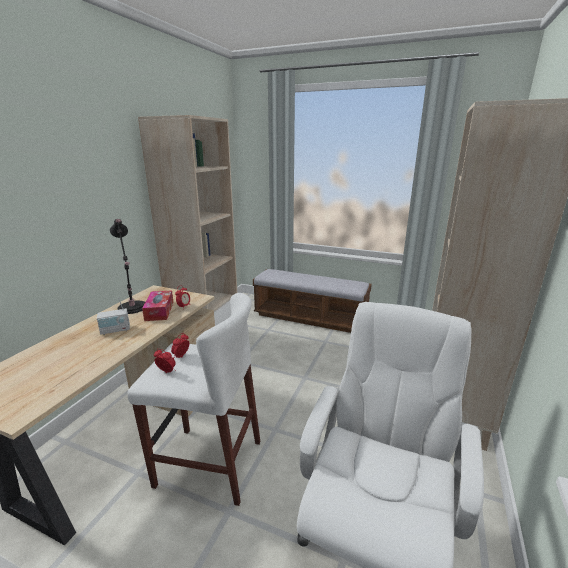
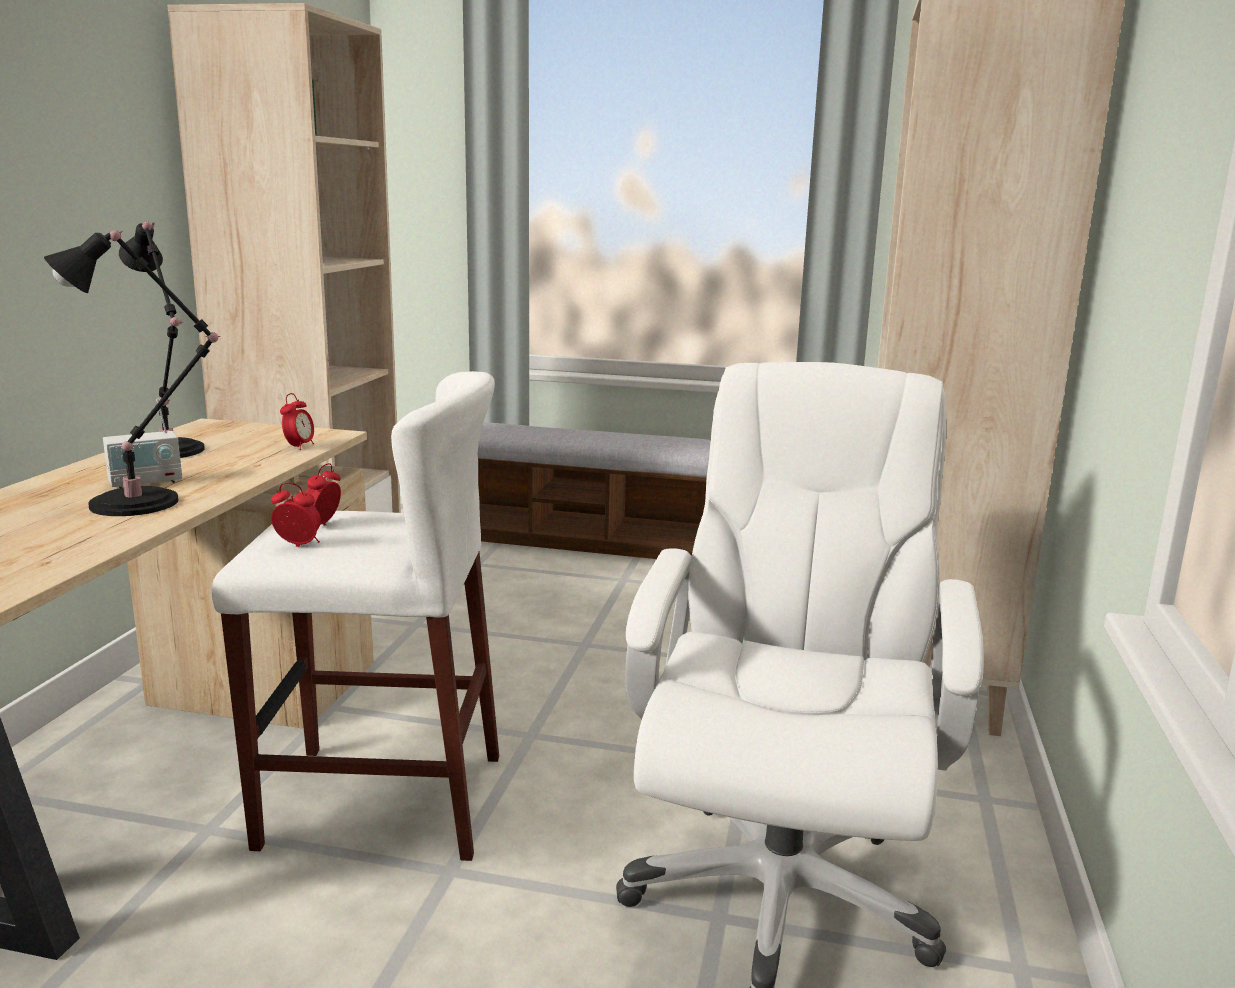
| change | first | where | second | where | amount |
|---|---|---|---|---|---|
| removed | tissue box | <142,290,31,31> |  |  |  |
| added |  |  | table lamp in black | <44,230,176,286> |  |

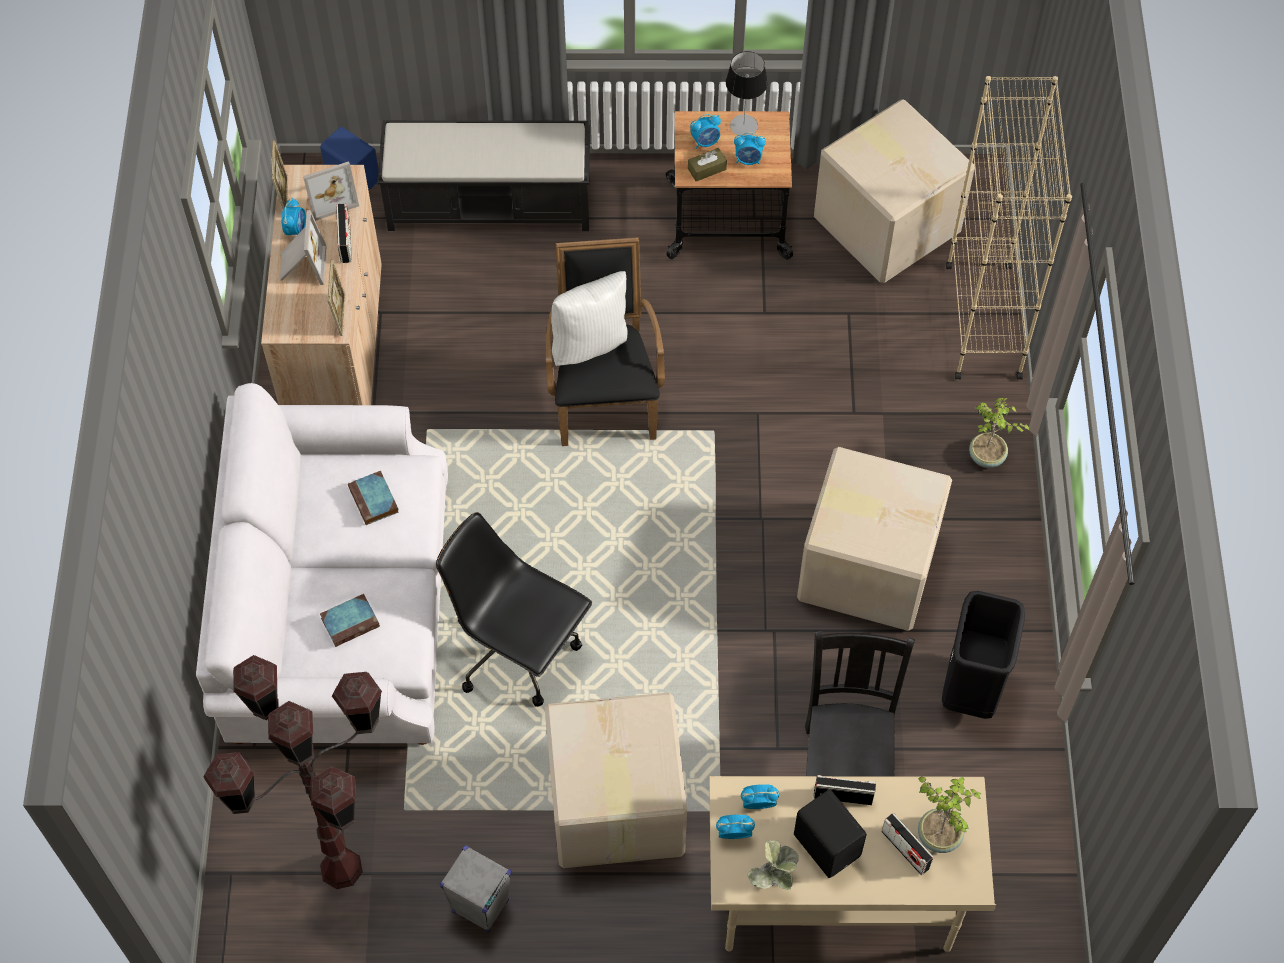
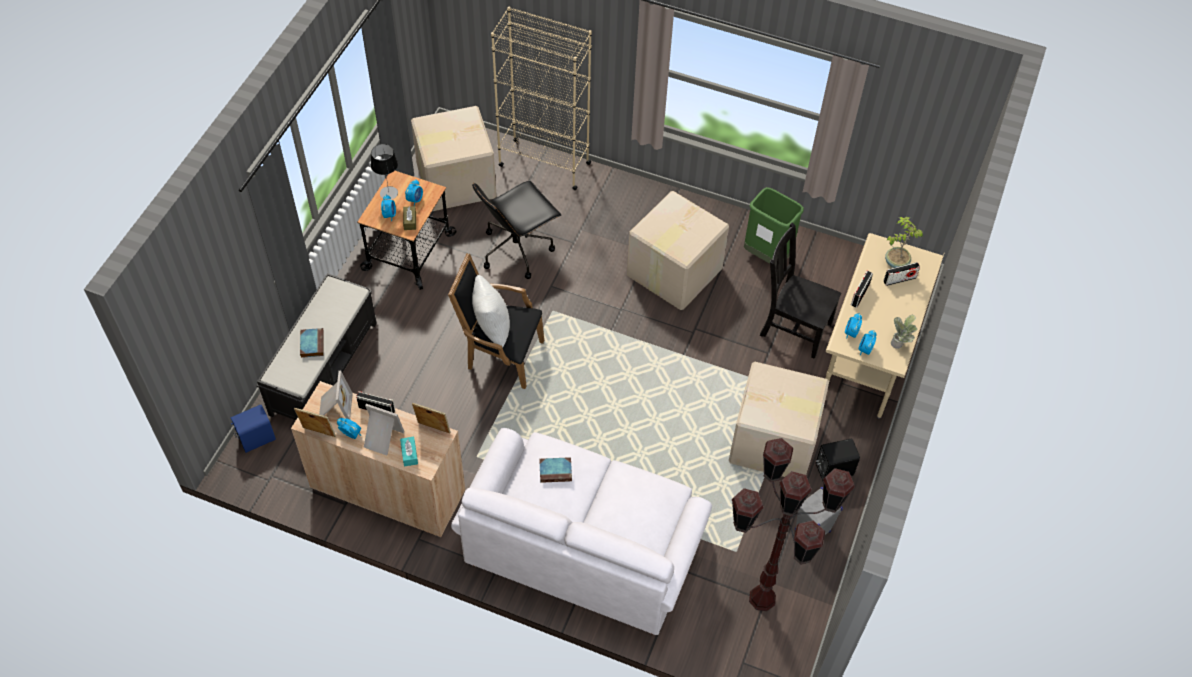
| change | first | where | second | where | amount |
|---|---|---|---|---|---|
| removed | potted plant | <969,398,60,70> |  |  |  |
| moved | office chair in black | <436,512,156,195> |  | <472,181,89,98> |  |
| recoloured | trash can in black | <942,591,83,128> | trash can in green | <744,187,60,77> |  |
| moved | book | <320,594,60,53> |  | <300,328,24,30> |  |
| moved | speaker in black | <794,789,73,89> |  | <816,438,44,43> |  |
| added |  |  | tissue box in turquoise | <400,437,18,30> |  |

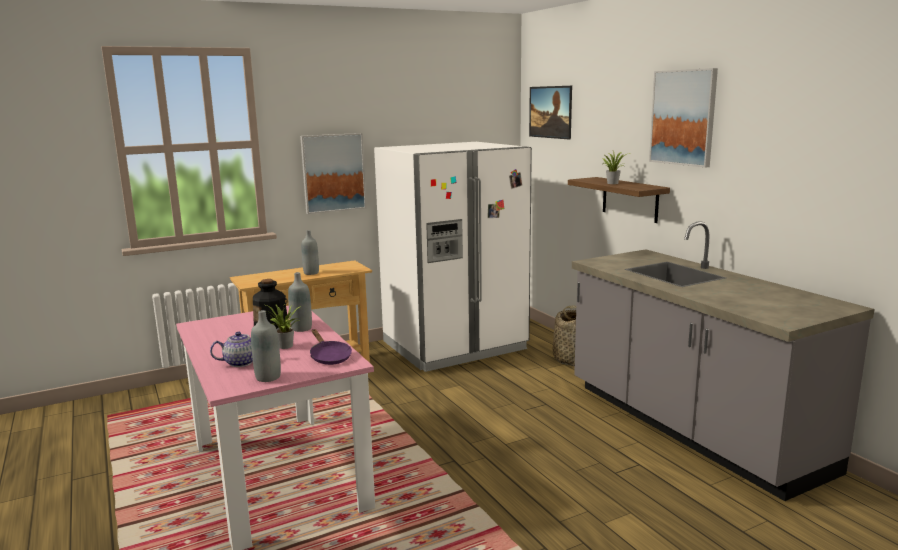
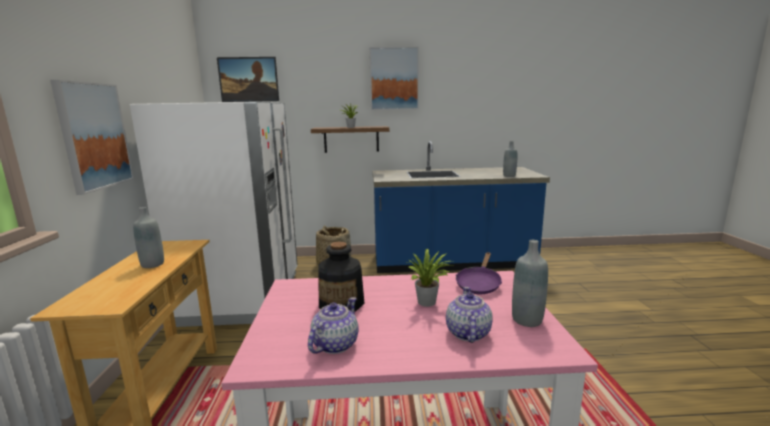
| change | first | where | second | where | amount |
|---|---|---|---|---|---|
| recoloured | counter in grey | <572,221,302,280> | counter in blue | <373,141,177,132> |  |
| moved | bottle in grey | <288,272,24,60> |  | <503,141,14,36> |  |
| turned | frying pan in purple | <310,329,42,36> |  | <456,252,46,42> | 120 degrees clockwise |
| added |  |  | teapot | <308,297,51,57> |  |

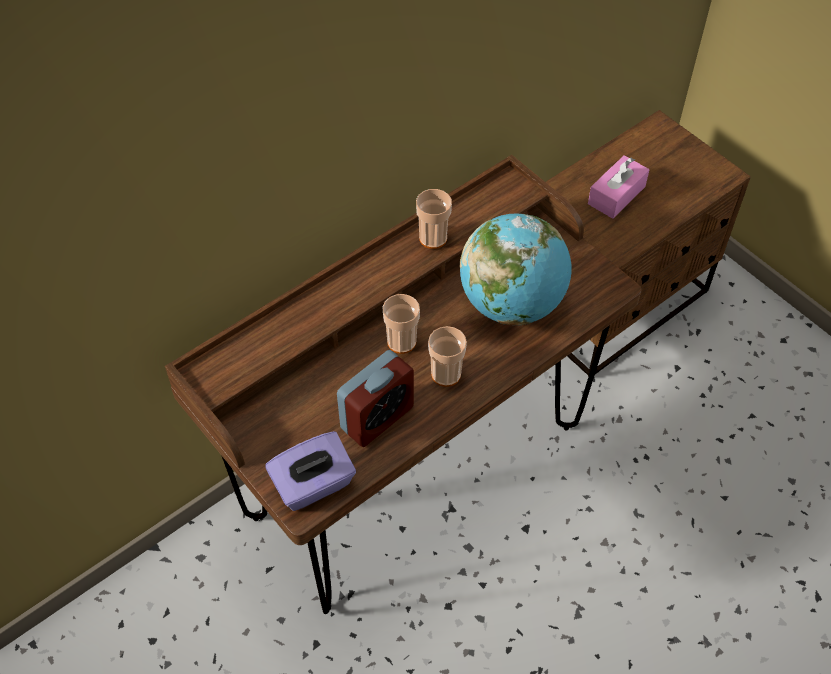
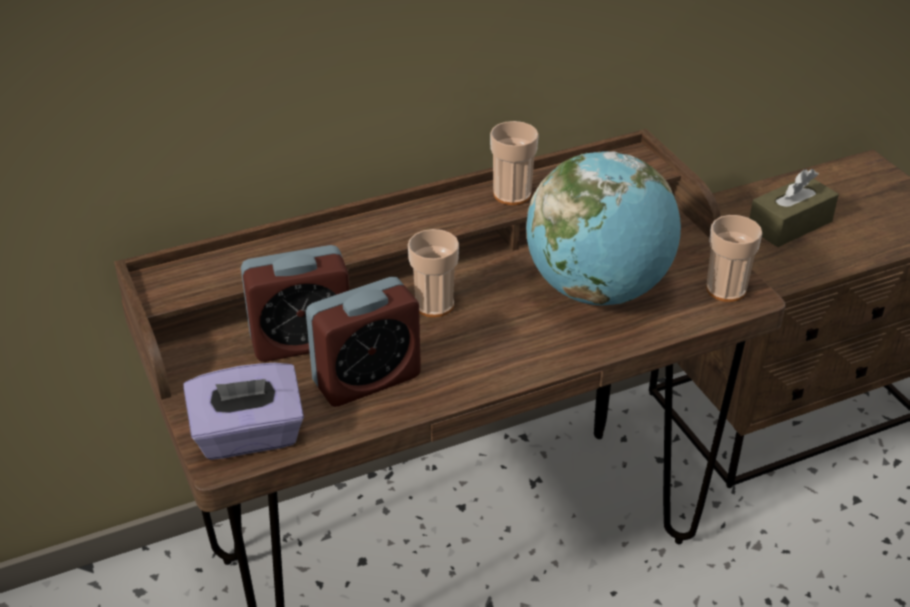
| change | first | where | second | where | amount |
|---|---|---|---|---|---|
| recoloured | tissue box in pink | <588,155,61,64> | tissue box in brown | <750,169,89,78> |  |
| moved | cup | <428,326,39,61> |  | <706,215,56,87> |  |
| added |  |  | alarm clock | <241,245,108,117> |  |

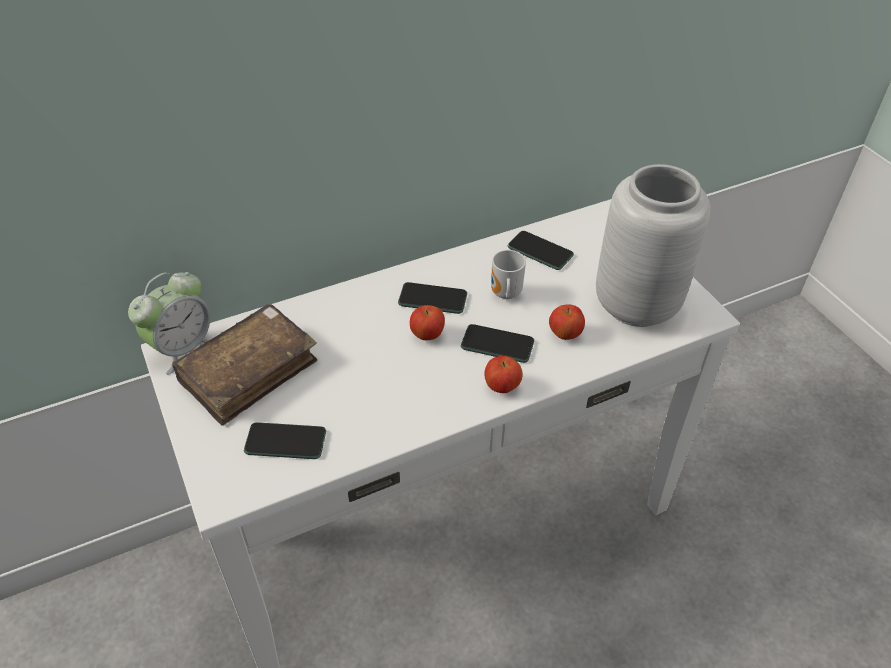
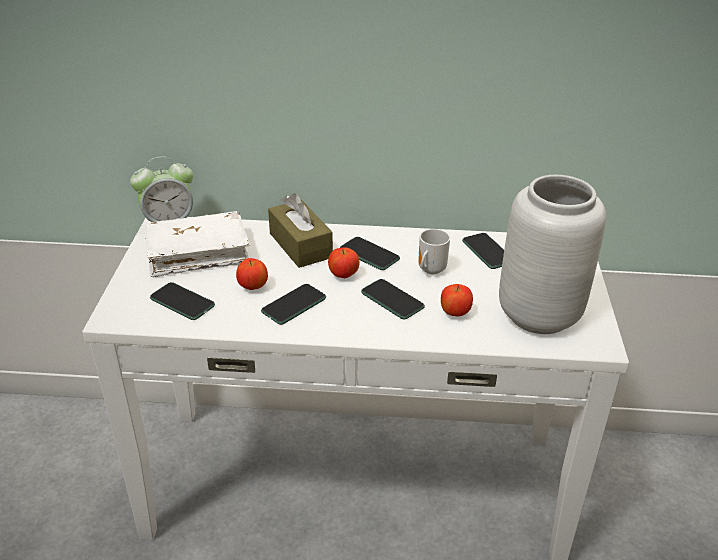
| change | first | where | second | where | amount |
|---|---|---|---|---|---|
| recoloured | book in brown | <172,304,146,122> | book in white | <144,211,106,66> |  |
| moved | apple | <484,356,39,37> |  | <236,258,32,32> |  |
| added |  |  | tissue box in brown | <268,193,65,75> |  |
| added |  |  | phone | <261,284,65,41> |  |

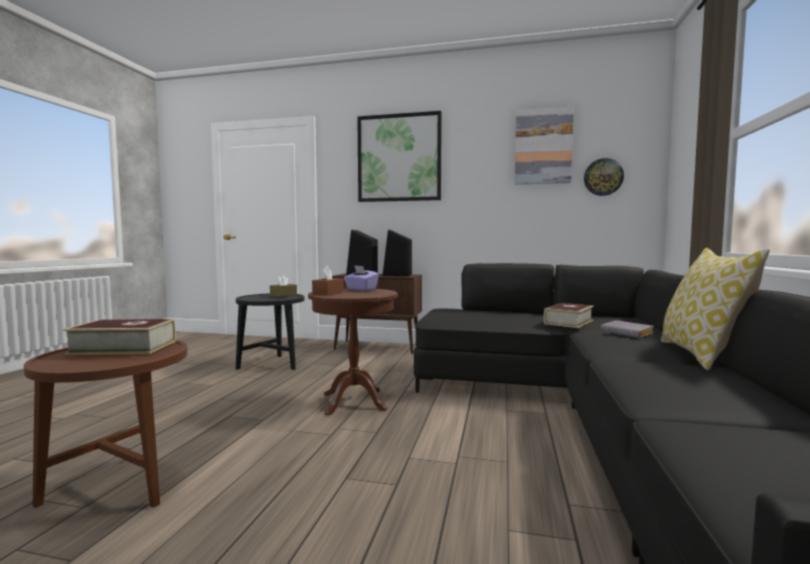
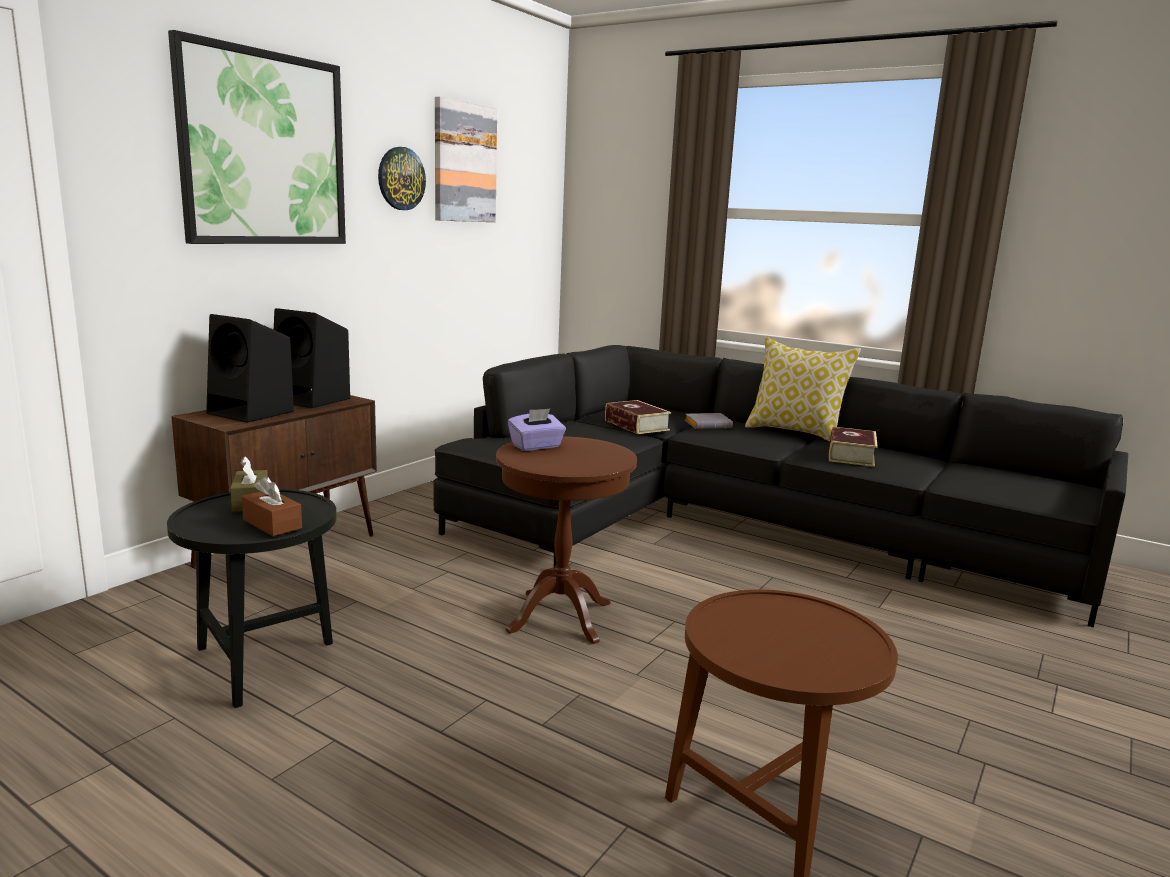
| change | first | where | second | where | amount |
|---|---|---|---|---|---|
| moved | wall clock | <584,158,40,38> |  | <378,147,48,63> |  |
| moved | tissue box in brown | <312,266,32,29> |  | <242,476,60,60> |  |
| moved | book | <63,319,113,36> |  | <829,427,49,40> |  |

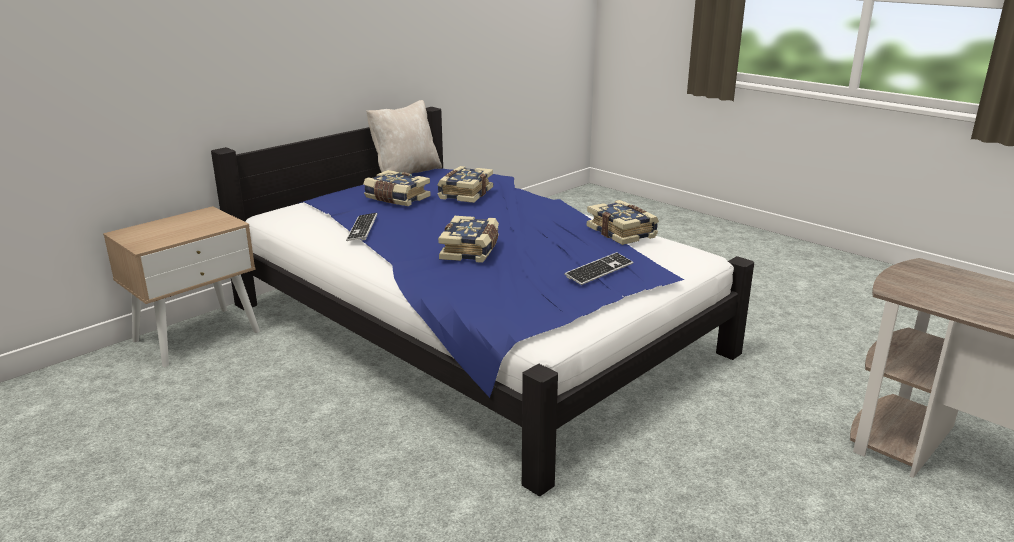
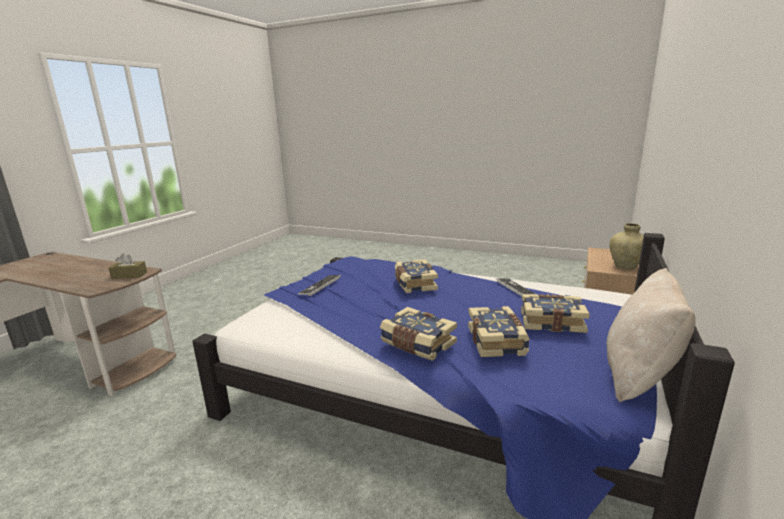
| change | first | where | second | where | amount |
|---|---|---|---|---|---|
| moved | book | <587,200,72,45> |  | <380,307,77,54> |  |
| added |  |  | vase in beige | <609,223,35,46> |  |
| added |  |  | tissue box in brown | <108,253,39,26> |  |

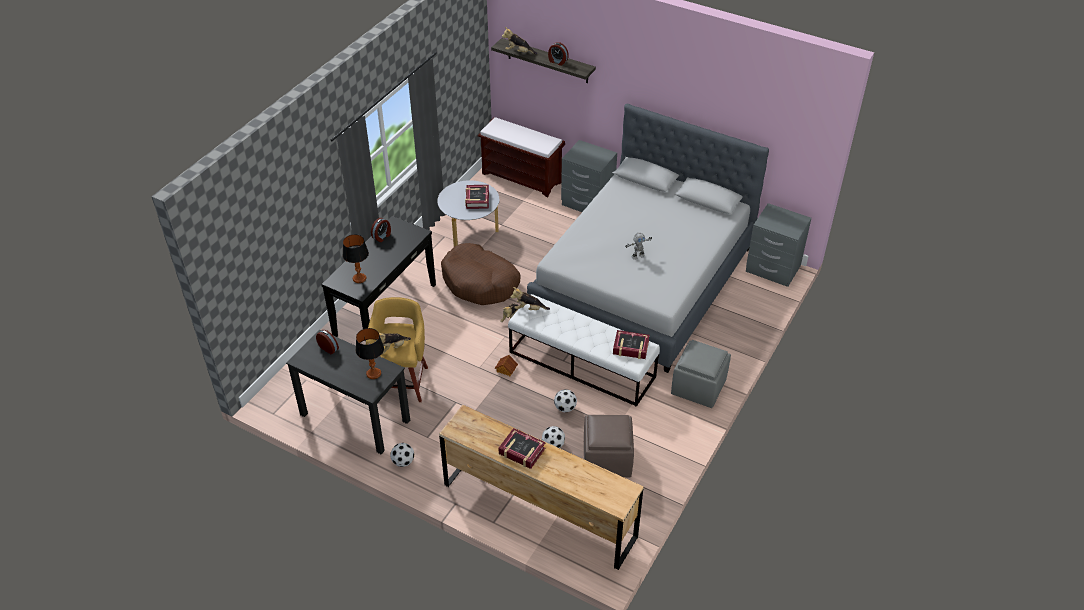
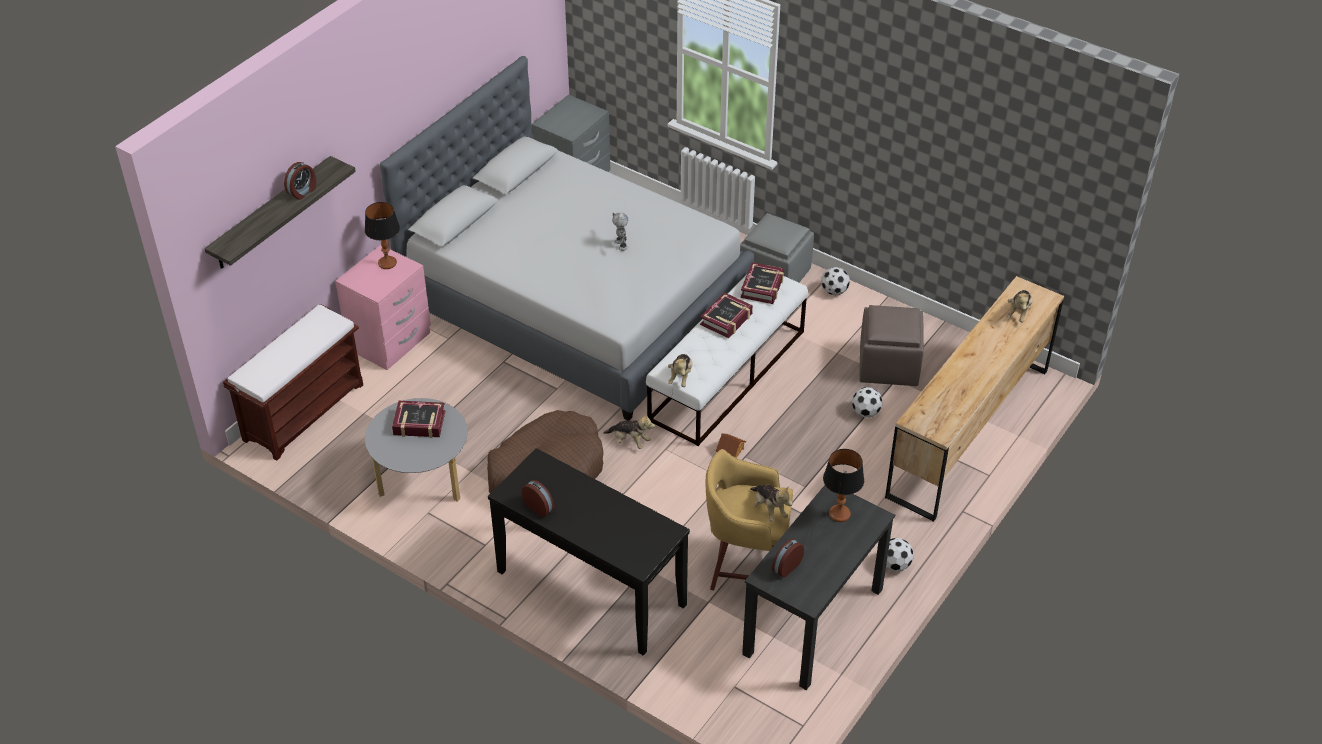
| change | first | where | second | where | amount |
|---|---|---|---|---|---|
| moved | plush toy | <502,27,35,28> |  | <1006,290,27,33> |  |
| recoloured | nightstand in grey | <561,140,56,72> | nightstand in pink | <335,245,96,125> |  |
| moved | table lamp | <343,234,26,49> |  | <365,202,35,67> |  |
| moved | football | <554,389,23,23> |  | <821,267,29,28> |  |
| moved | book | <498,428,48,41> |  | <700,292,53,46> |  |

